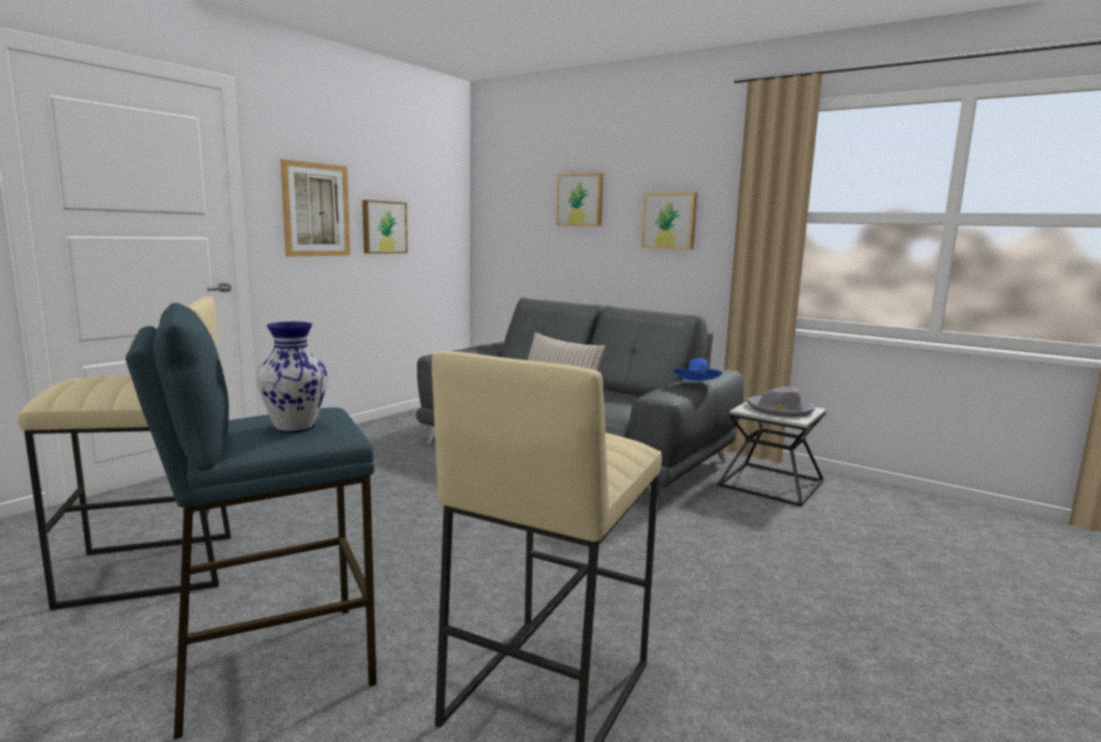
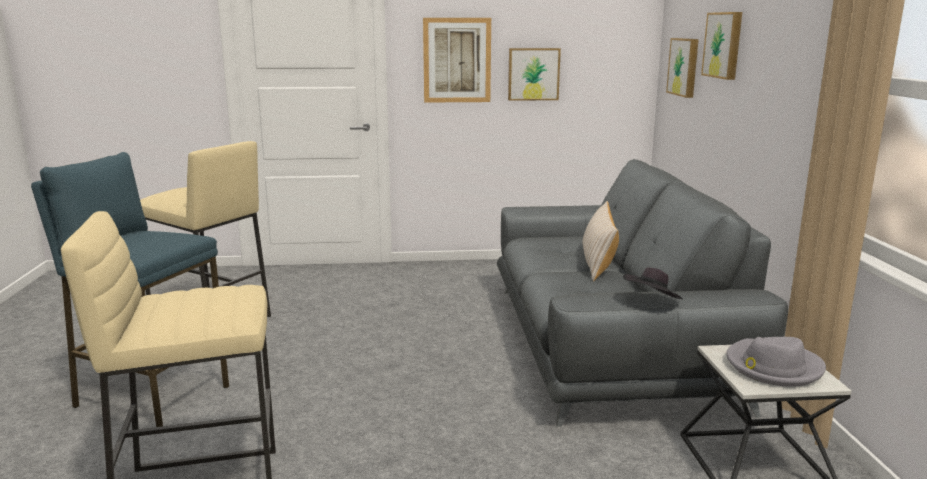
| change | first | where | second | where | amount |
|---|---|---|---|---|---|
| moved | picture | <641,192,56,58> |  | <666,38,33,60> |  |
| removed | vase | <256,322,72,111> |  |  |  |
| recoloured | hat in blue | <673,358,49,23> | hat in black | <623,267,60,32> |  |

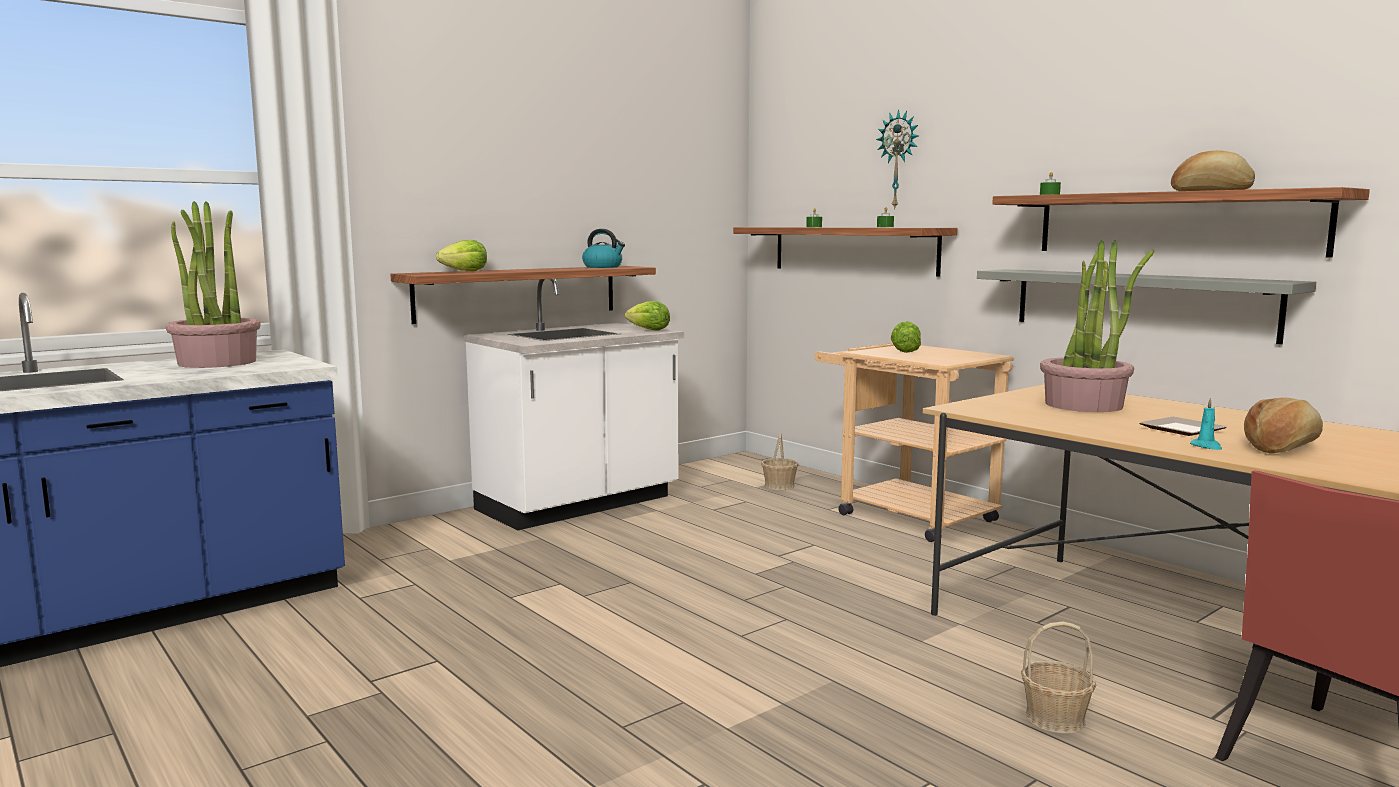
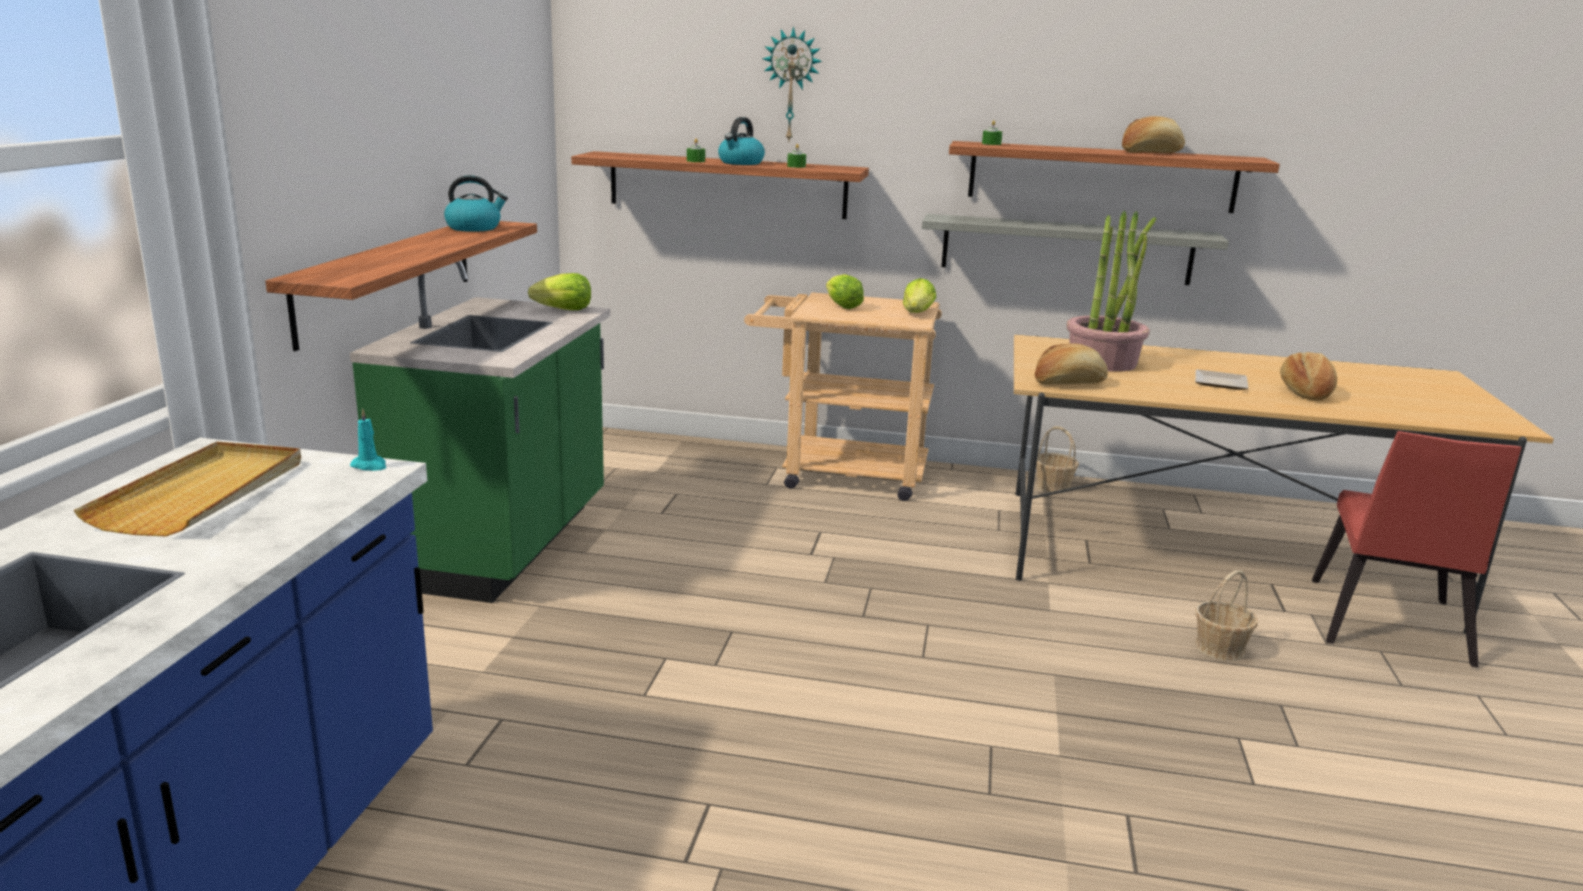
| change | first | where | second | where | amount |
|---|---|---|---|---|---|
| replaced | potted plant | <166,201,95,167> | tray in beige | <74,442,227,94> |  |
| moved | lettuce | <436,240,51,31> |  | <903,278,33,35> |  |
| recoloured | counter in white | <464,279,220,252> | counter in green | <350,261,260,342> |  |
| moved | candle in turquoise | <1190,397,32,53> |  | <350,408,36,63> |  |
| moved | basket | <761,433,38,57> |  | <1036,426,43,68> |  |
| added |  |  | kettle | <718,117,47,48> |  |
| added |  |  | bread | <1035,343,73,42> |  |

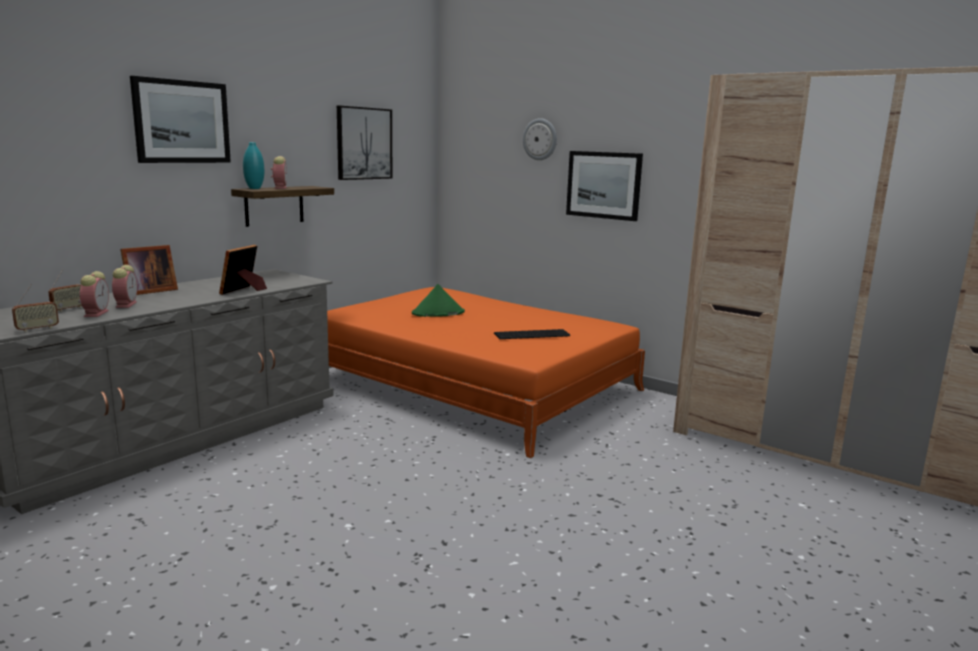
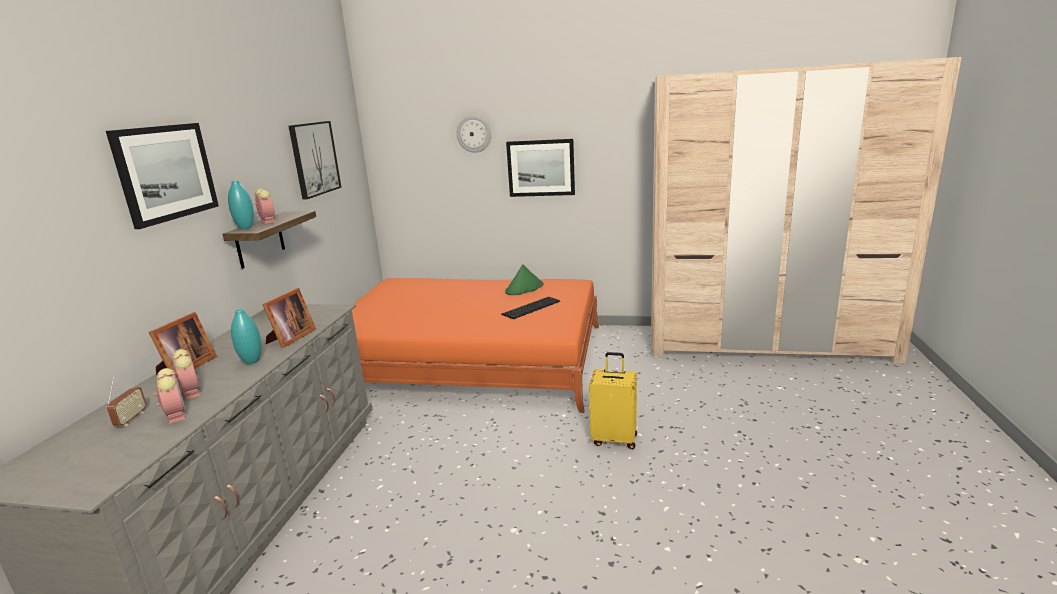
| change | first | where | second | where | amount |
|---|---|---|---|---|---|
| turned | picture frame | <219,245,48,50> |  | <262,288,54,60> | 150 degrees counterclockwise |
| moved | hat in green | <412,284,53,33> |  | <505,264,38,31> |  |
| removed | radio | <12,285,47,47> |  |  |  |
| added |  |  | vase in turquoise | <231,309,31,55> |  |
| added |  |  | suitcase in yellow | <589,352,48,97> |  |

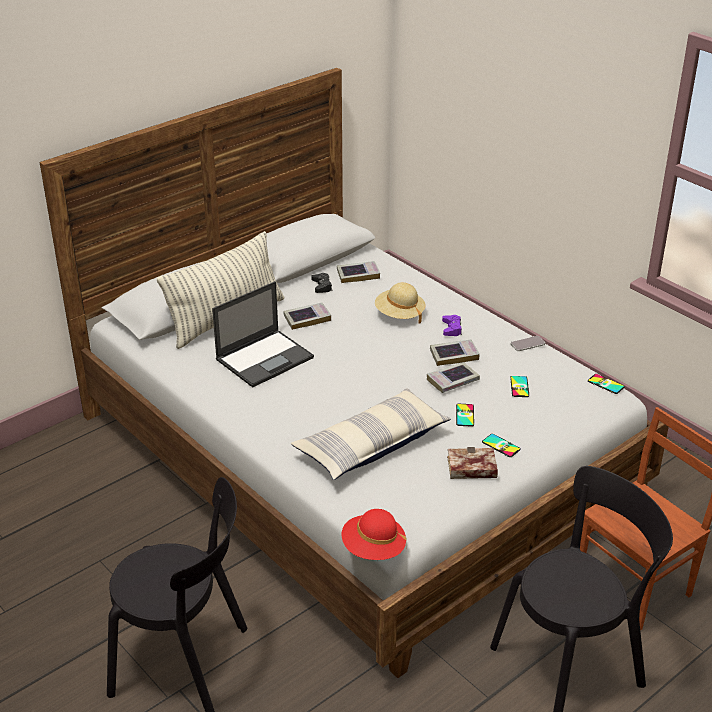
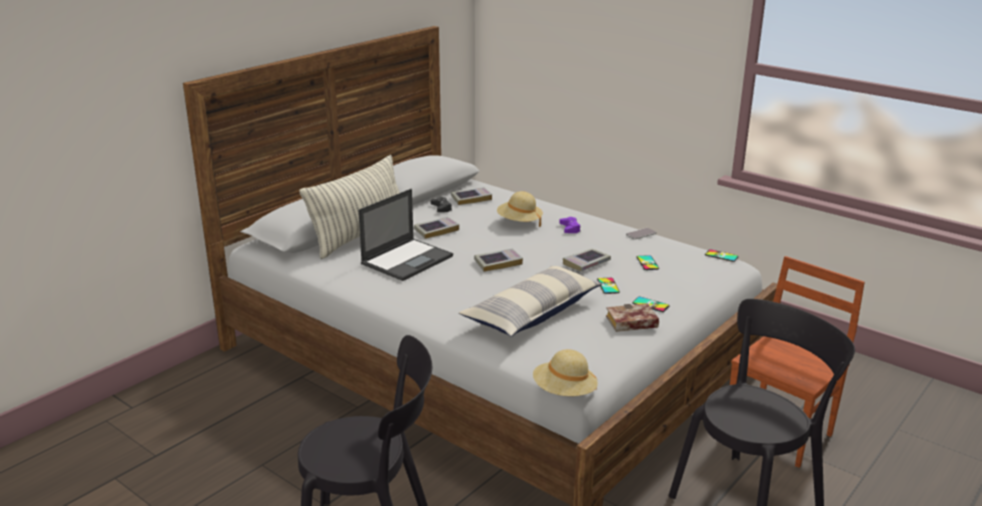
| change | first | where | second | where | amount |
|---|---|---|---|---|---|
| moved | book | <430,339,50,27> |  | <474,249,49,23> |  |
| recoloured | hat in red | <342,509,65,51> | hat in beige | <533,349,65,47> |  |

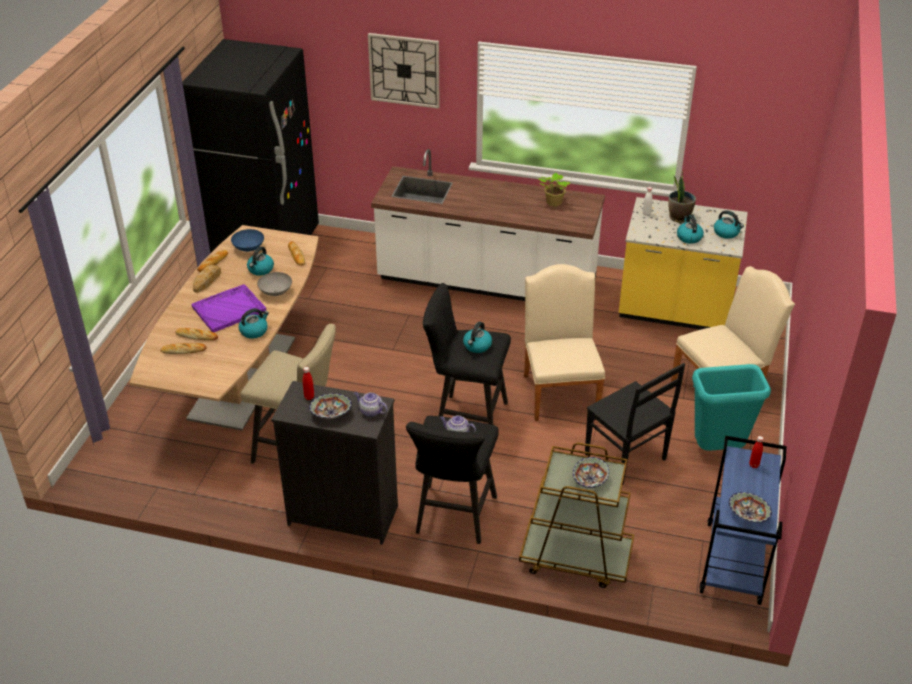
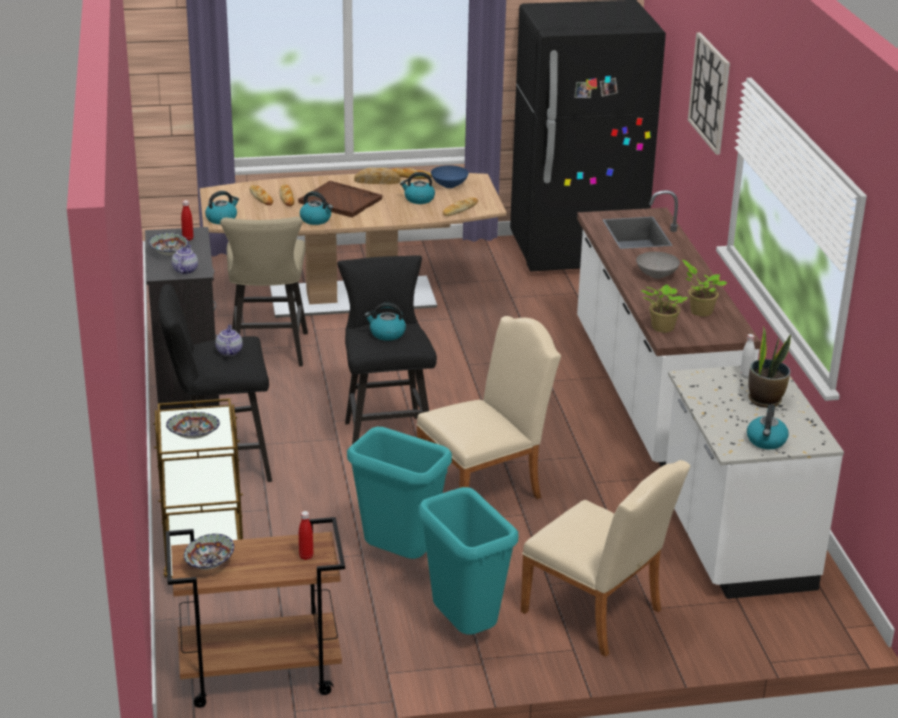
| change | first | where | second | where | amount |
|---|---|---|---|---|---|
| recoloured | counter in yellow | <619,197,129,133> | counter in white | <666,366,178,233> |  |
| moved | kettle | <677,215,27,29> |  | <205,191,34,33> |  |
| moved | bowl in grey | <257,272,35,24> |  | <636,252,44,27> |  |
| recoloured | tray in purple | <192,284,74,48> | tray in brown | <298,181,84,36> |  |
| replaced | chair in black | <585,363,100,122> | trash can in turquoise | <347,427,105,132> |  |
| recoloured | cart in blue | <699,436,88,169> | cart in brown | <166,517,179,191> |  |
| added |  |  | potted plant | <640,284,48,48> |  |

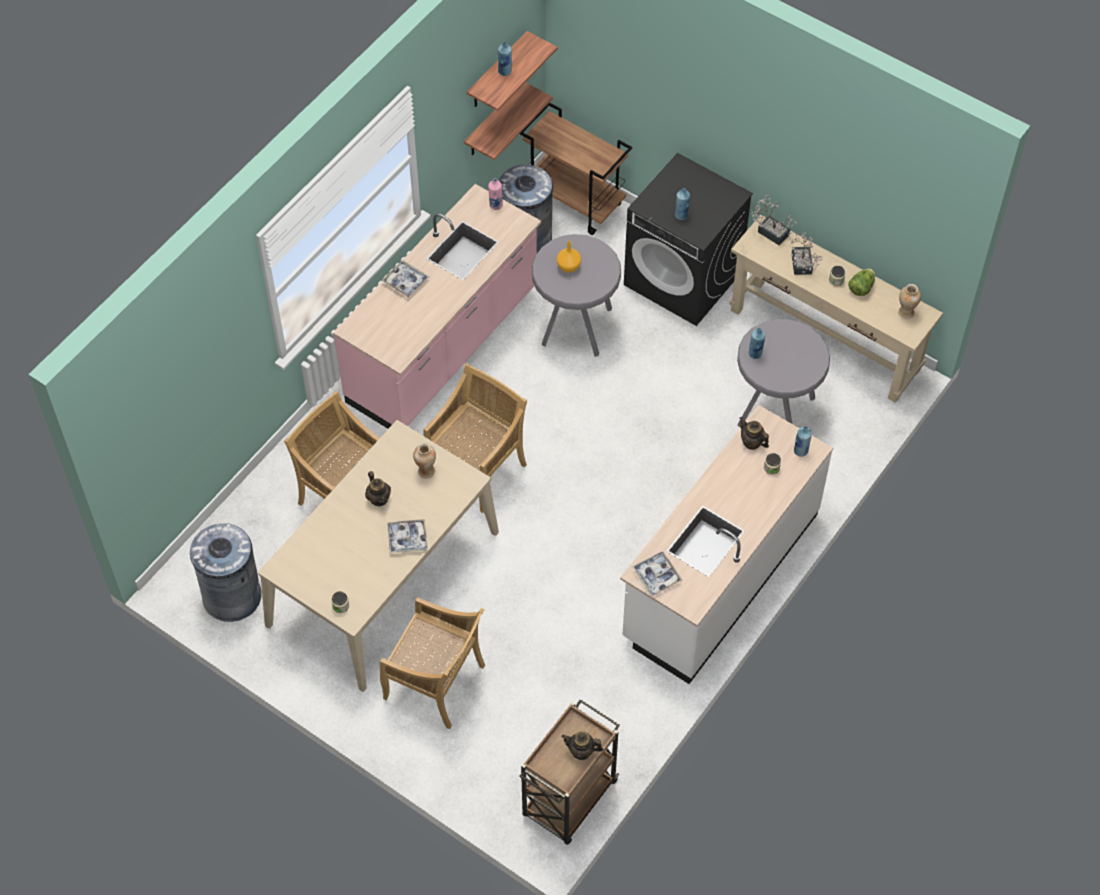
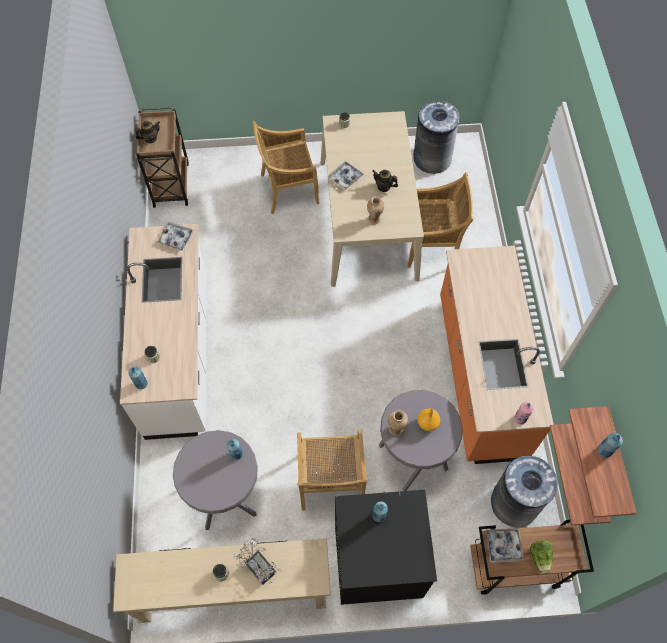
| change | first | where | second | where | amount |
|---|---|---|---|---|---|
| recoloured | counter in pink | <333,184,208,245> | counter in orange | <440,246,114,218> |  |
| removed | potted plant | <751,194,46,51> |  |  |  |
| moved | tray | <381,261,48,37> |  | <486,528,38,35> |  |
| moved | lettuce | <848,269,27,27> |  | <530,541,23,32> |  |
| moved | vase | <898,284,23,35> |  | <388,410,20,26> |  |
| moved | chair in beige | <423,363,104,150> |  | <297,429,71,82> |  |
| removed | teapot | <739,417,30,33> |  |  |  |

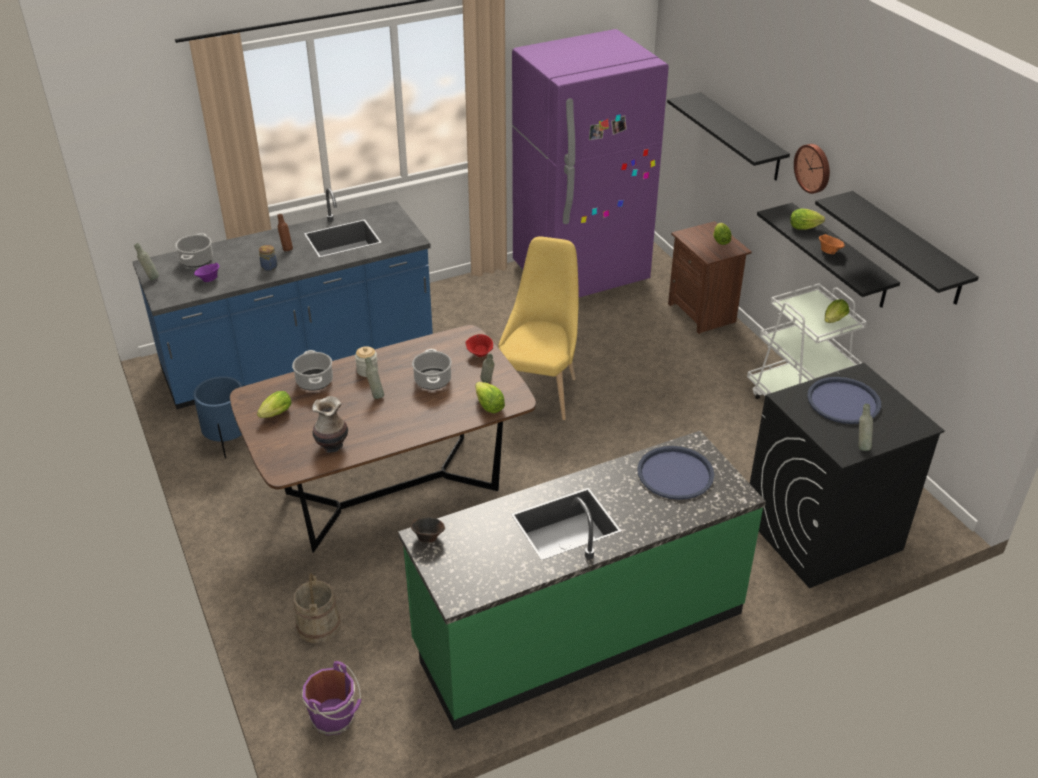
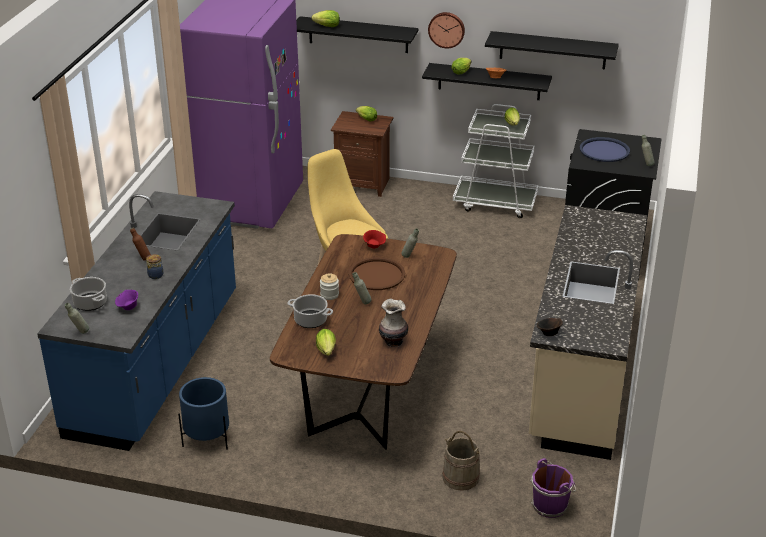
| change | first | where | second | where | amount |
|---|---|---|---|---|---|
| replaced | cooking pot | <412,349,40,41> | tray in brown | <349,257,56,33> |  |
| moved | lettuce | <475,382,30,31> |  | <312,10,28,17> |  |
| recoloured | counter in green | <398,431,368,299> | counter in beige | <529,205,118,255> |  |
| removed | tray in blue | <637,446,77,54> |  |  |  |

